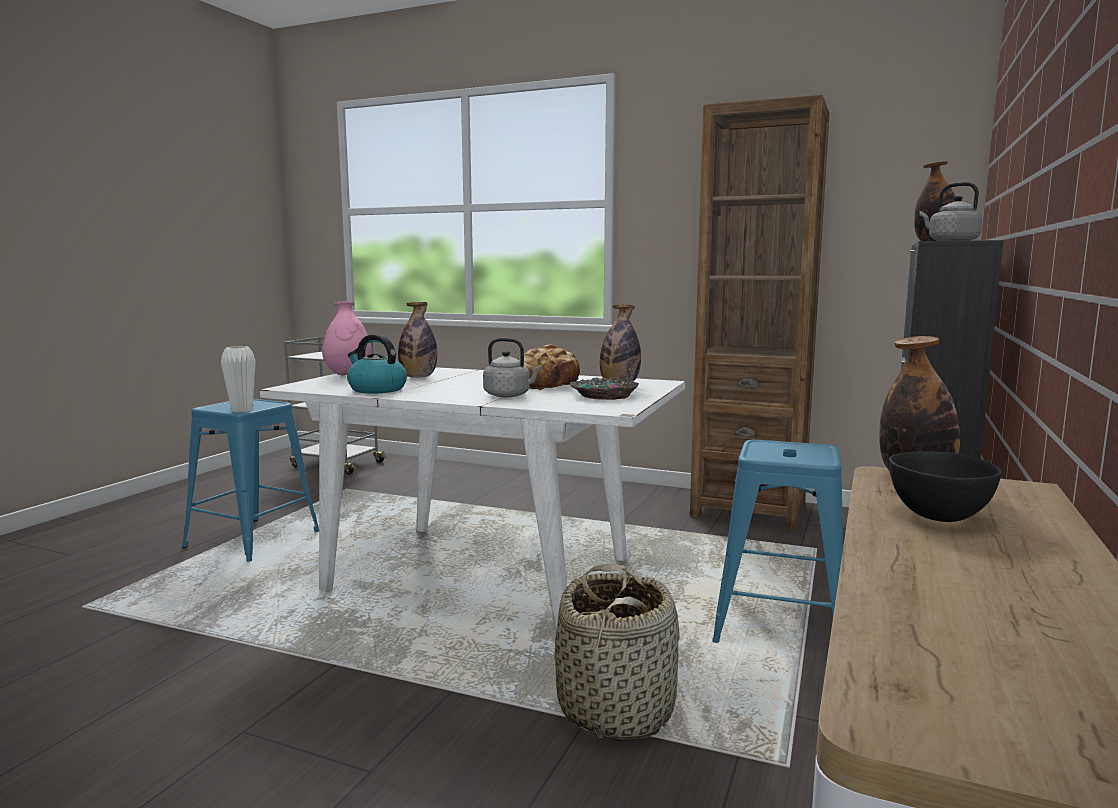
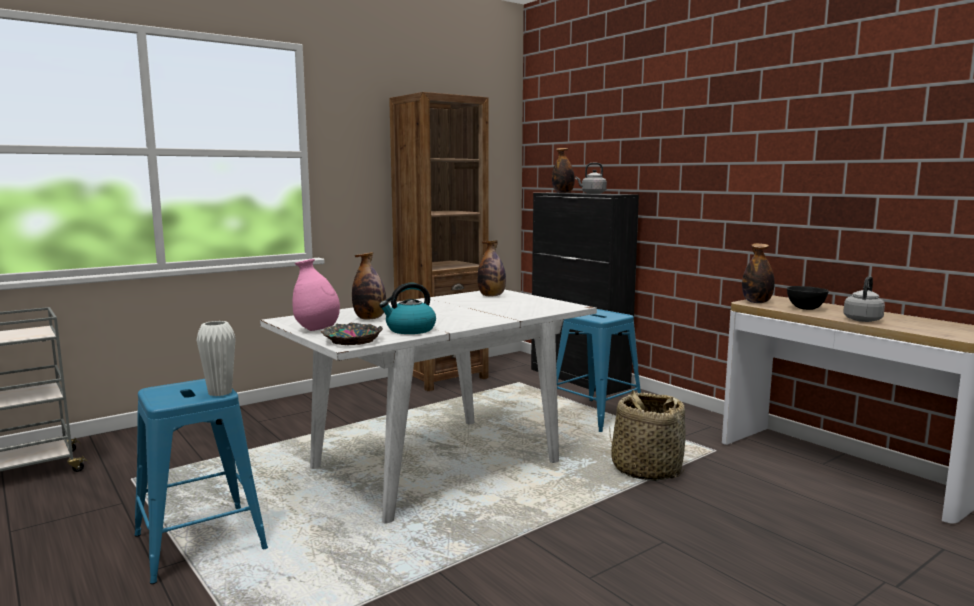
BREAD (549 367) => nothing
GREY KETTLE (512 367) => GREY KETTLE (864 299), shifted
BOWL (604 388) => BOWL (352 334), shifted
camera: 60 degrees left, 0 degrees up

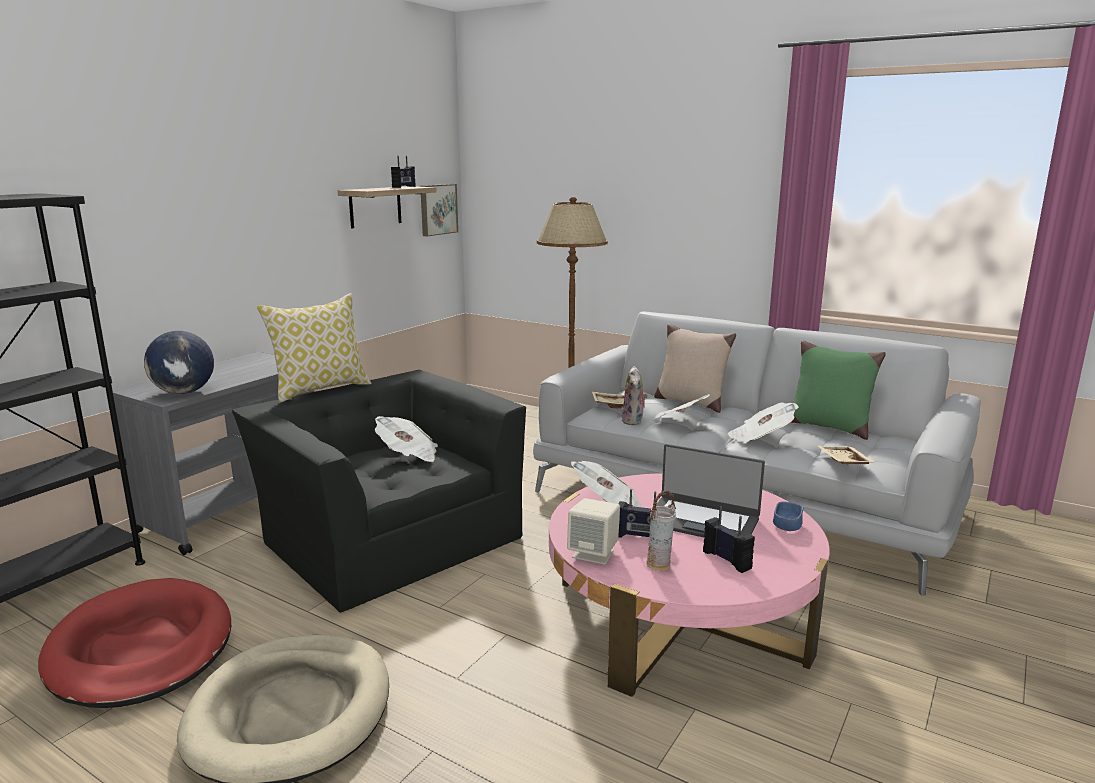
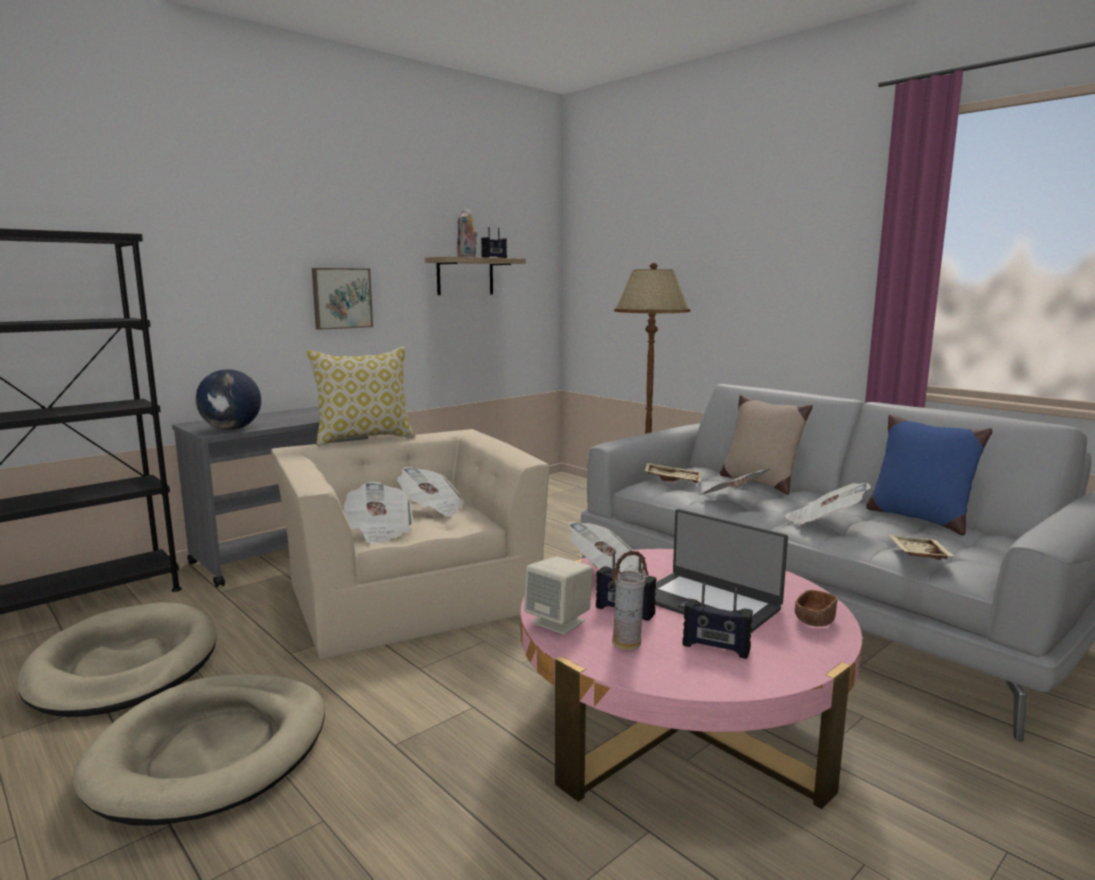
nothing => NEWSPAPER (378 513)
PICTURE (439 210) => PICTURE (342 299), shifted
PLUSH TOY (634 395) => PLUSH TOY (467 233), shifted
RED DOG BED (134 643) => BEIGE DOG BED (117 659)
BLACK ARMCHAIR (379 491) => BEIGE ARMCHAIR (410 544)
BLUE BOWL (788 516) => BROWN BOWL (816 608)
GREEN PILLOW (838 390) => BLUE PILLOW (929 475)
RADIO (729 539) => RADIO (718 621), 135 degrees clockwise
camera: 15 degrees right, 5 degrees down

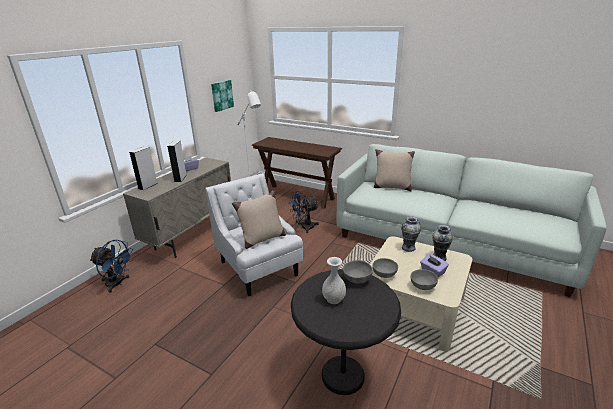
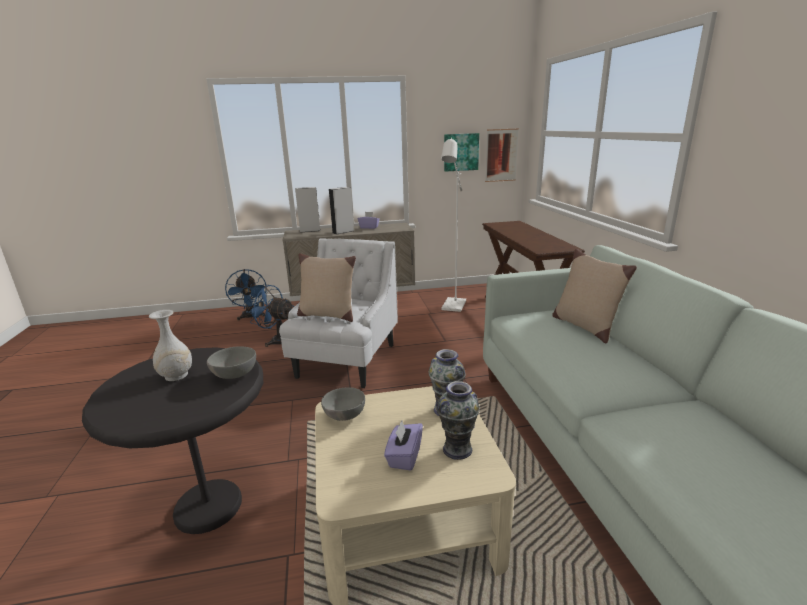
GREY BOWL (424 279) => nothing
nothing => PICTURE (502 155)
BLUE FAN (304 212) => BLUE FAN (270 315), shifted
camera: 50 degrees right, 5 degrees down

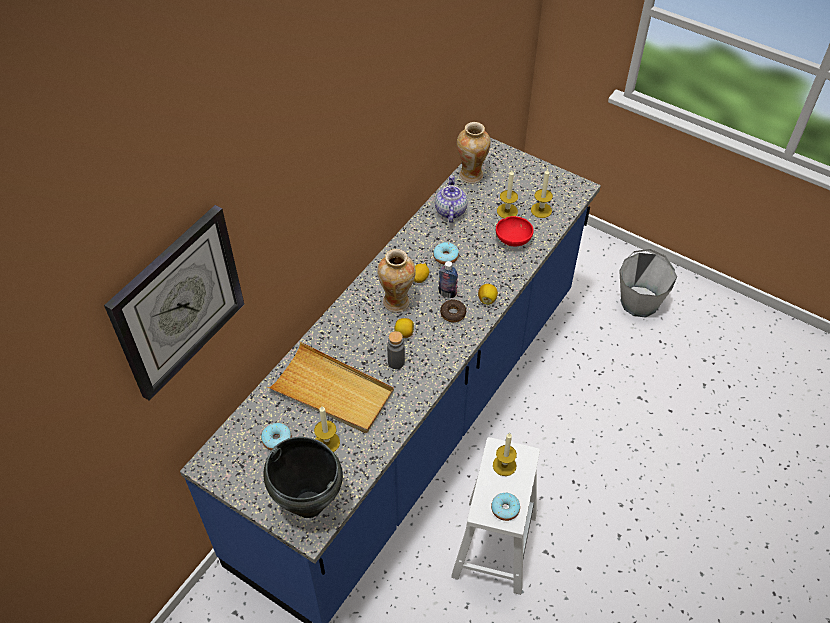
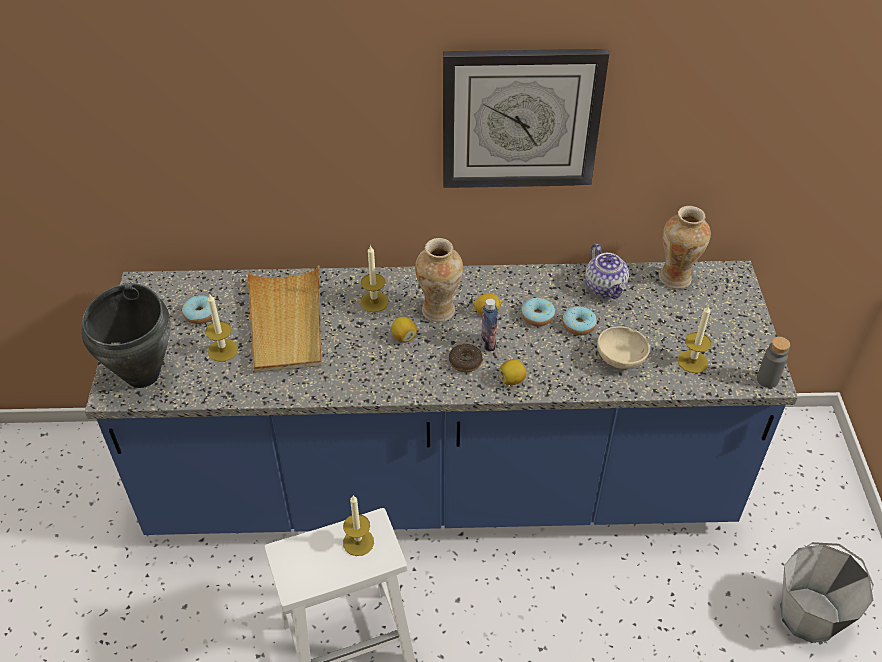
WALL CLOCK (174 303) => WALL CLOCK (526 118), shifted
GREY BOTTLE (396 350) => GREY BOTTLE (773 362), shifted
DONUT (505 507) => DONUT (579 320), shifted
CANDLE (507 194) => CANDLE (374 278), shifted
RED BOWL (515 231) => BEIGE BOWL (623 347)
TEAPOT (451 199) => TEAPOT (607 271), 105 degrees clockwise
camera: 55 degrees right, 5 degrees down

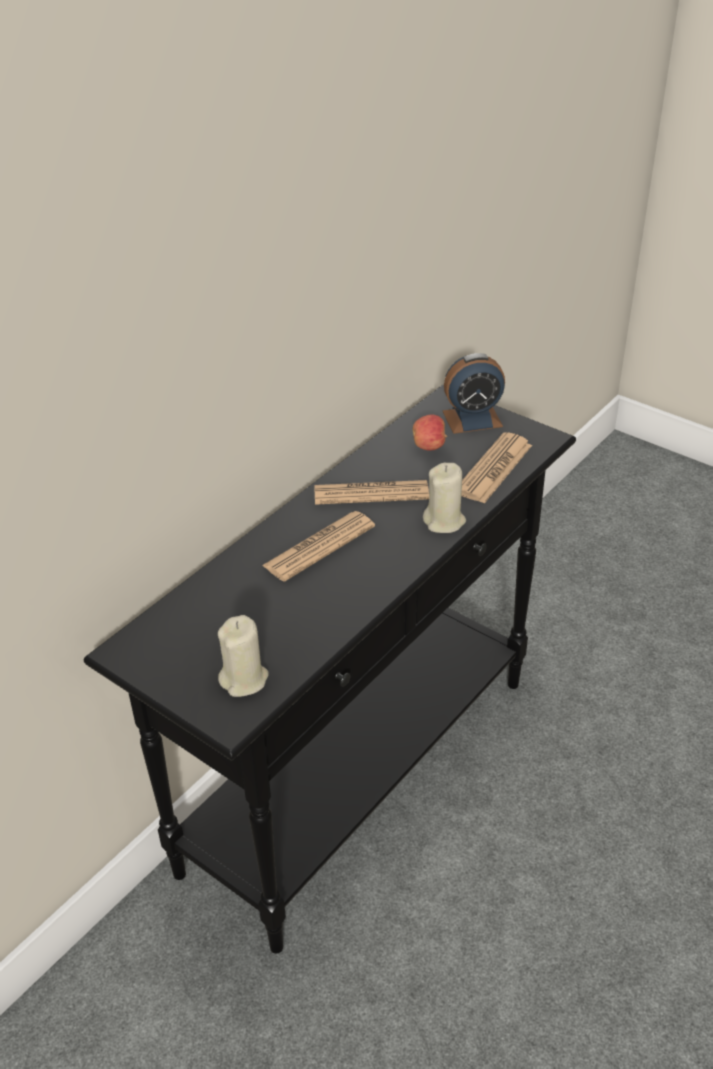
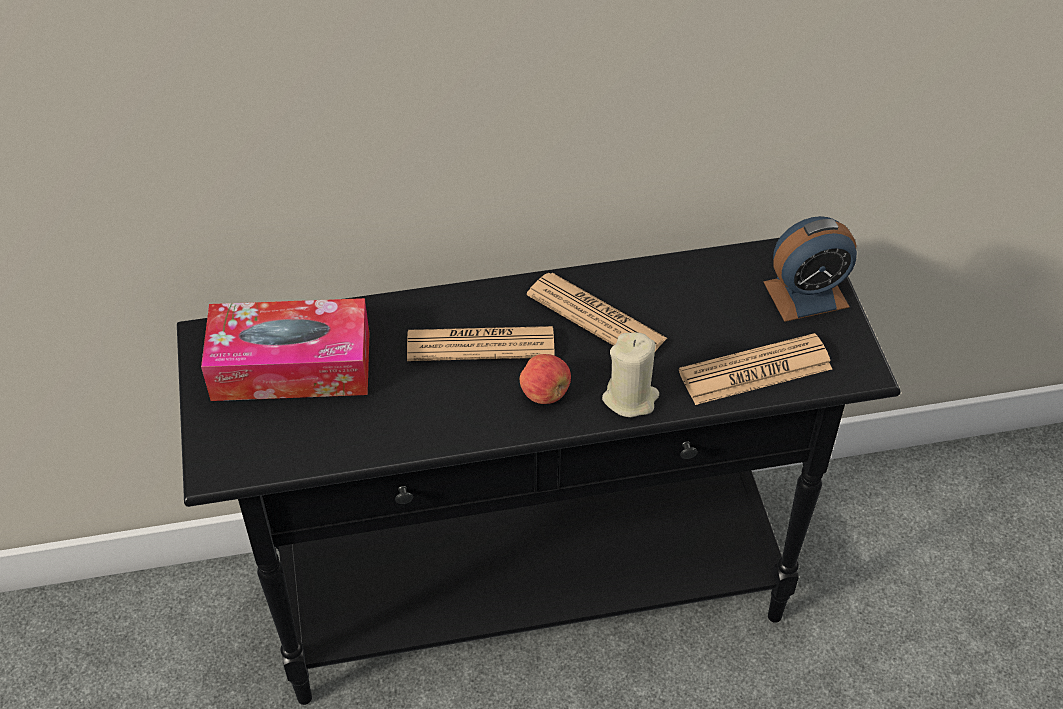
BEIGE CANDLE (243 656) => nothing
nothing => TISSUE BOX (285 349)
APPLE (430 433) => APPLE (545 379), shifted
ALARM CLOCK (474 393) => ALARM CLOCK (810 269), 45 degrees counterclockwise
camera: 40 degrees right, 10 degrees up

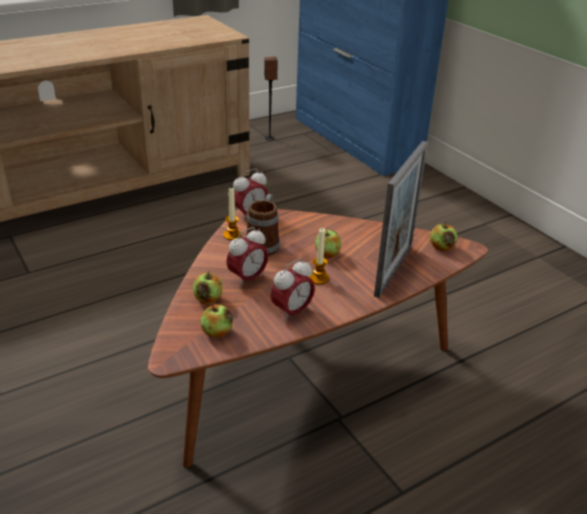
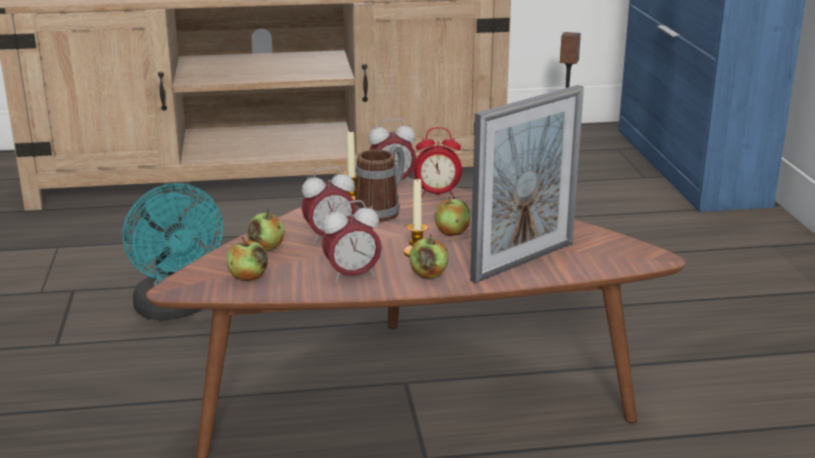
nothing => TURQUOISE FAN (172 251)
nothing => ALARM CLOCK (438 163)
APPLE (443 236) => APPLE (429 256), shifted
camera: 25 degrees right, 10 degrees down

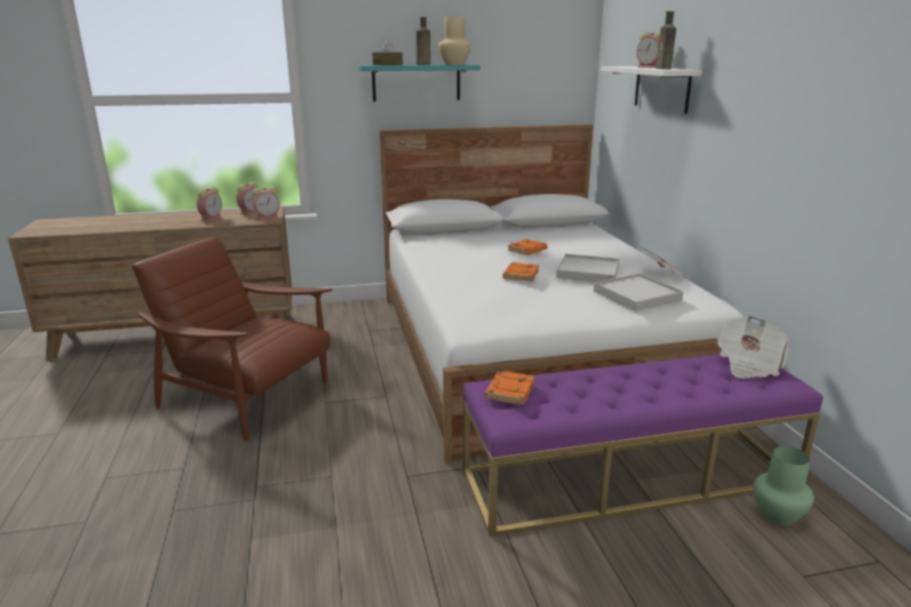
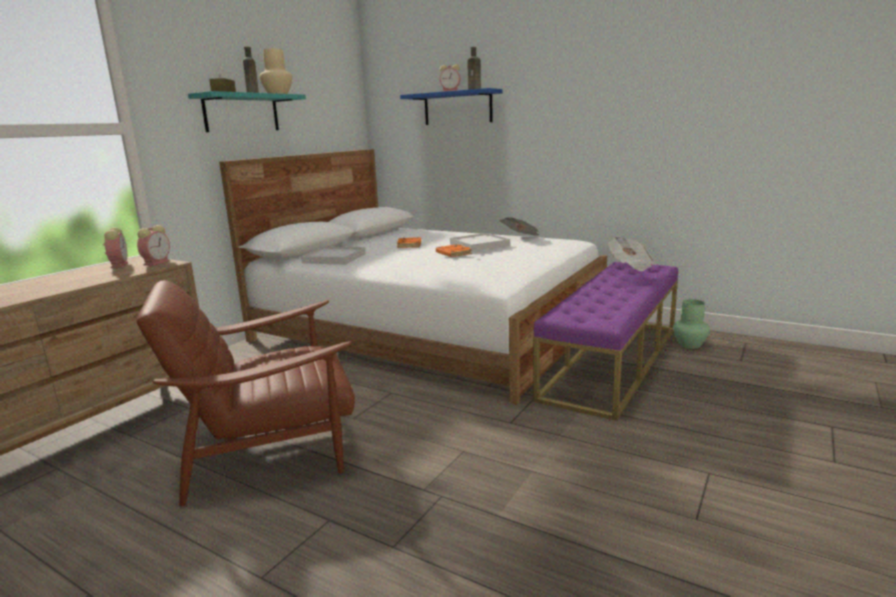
ALARM CLOCK (209 204) => nothing
ORANGE BOOK (510 388) => nothing
WHITE TRAY (638 292) => WHITE TRAY (333 255), shifted
WHITE SHELF (651 90) => BLUE SHELF (451 106)
camera: 45 degrees left, 5 degrees down

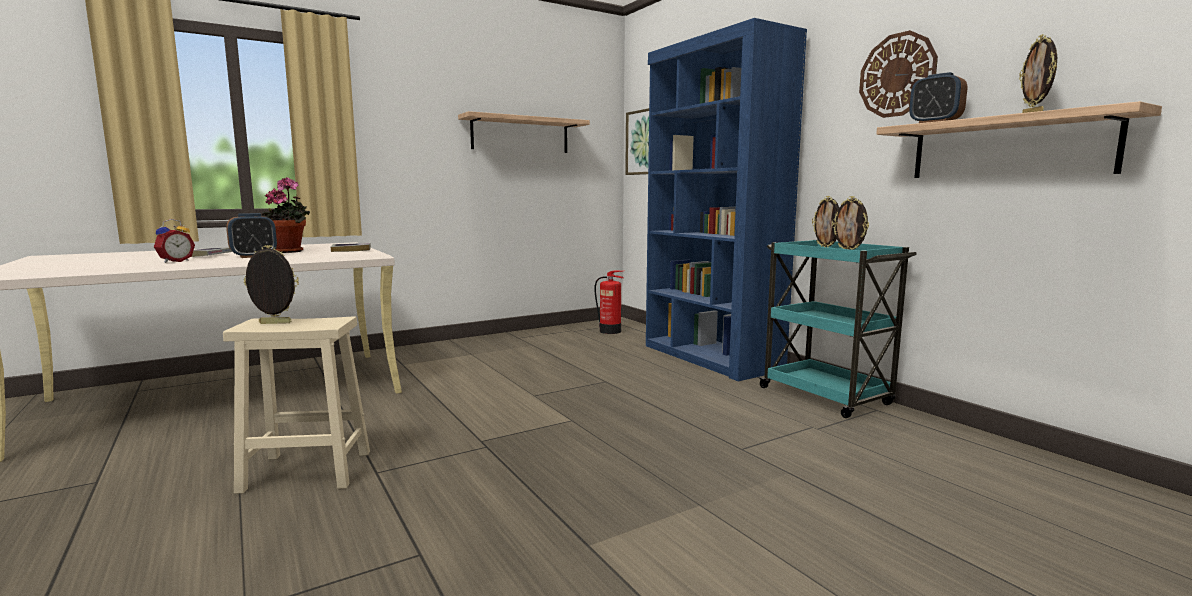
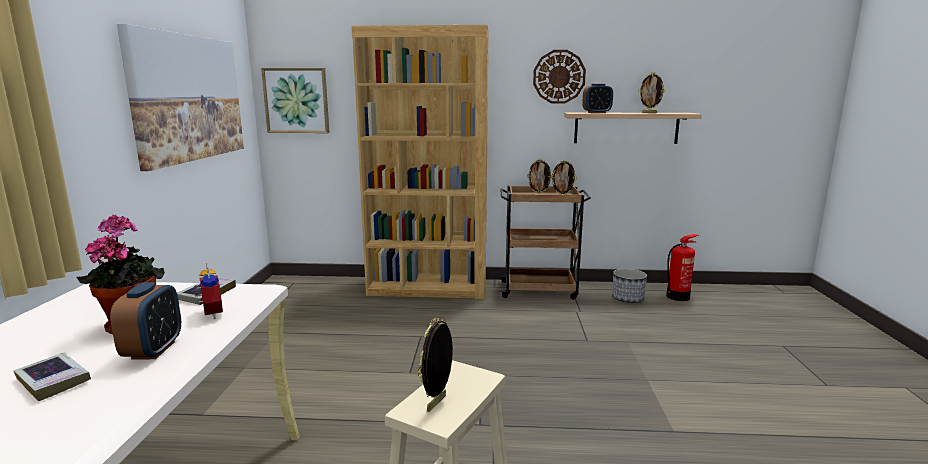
nothing => PLANTER (629 285)
ALARM CLOCK (174 241) => ALARM CLOCK (208 291), shifted
FIRE EXTINGUISHER (609 302) => FIRE EXTINGUISHER (682 267), shifted
SHELF (524 132) => PICTURE (180 97)
BLUE BOOKCASE (726 199) => BROWN BOOKCASE (420 162)
TURQUOISE CART (837 329) => BROWN CART (545 243)
camera: 55 degrees left, 5 degrees up

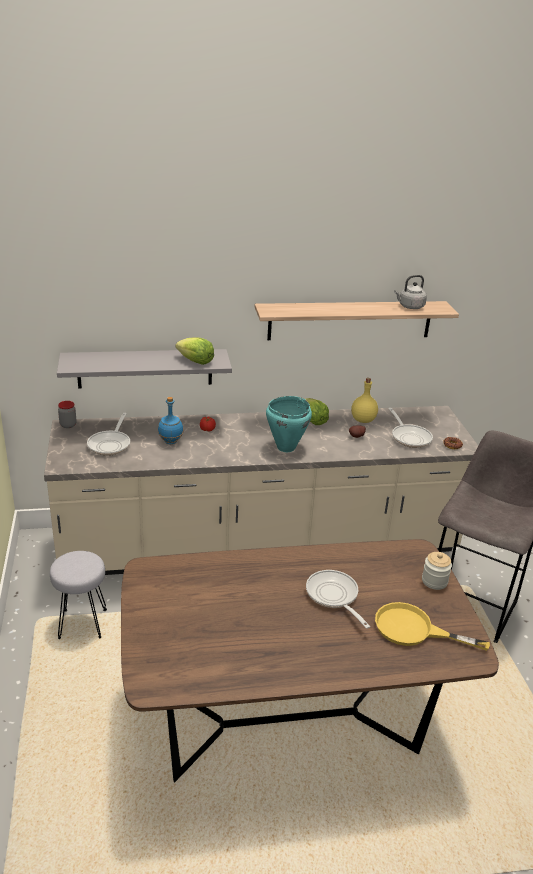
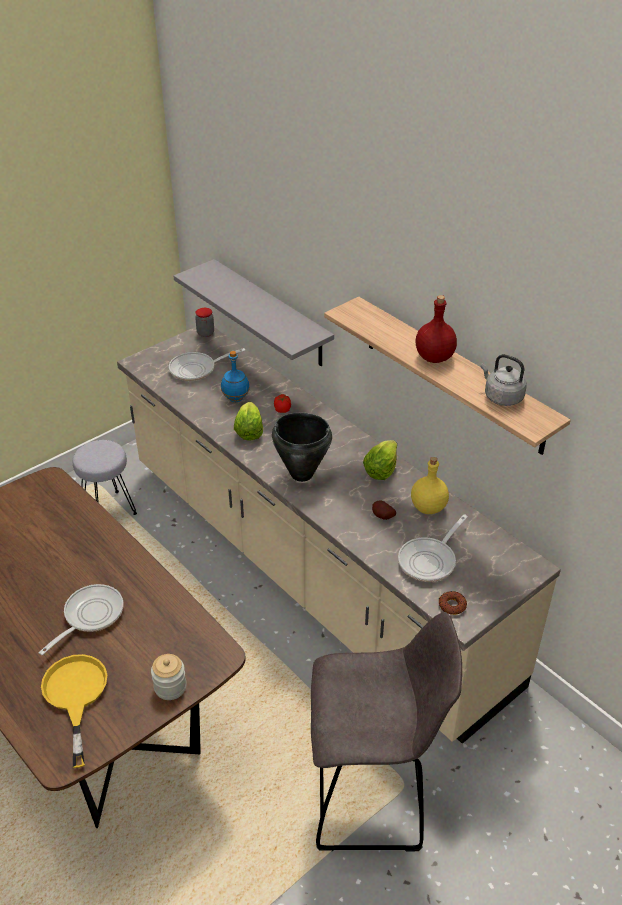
nothing => RED BOTTLE (436 329)
LETTUCE (194 351) => LETTUCE (248 421), shifted
TURQUOISE COOKING POT (289 424) => BLACK COOKING POT (302 447)
camera: 60 degrees right, 10 degrees up

